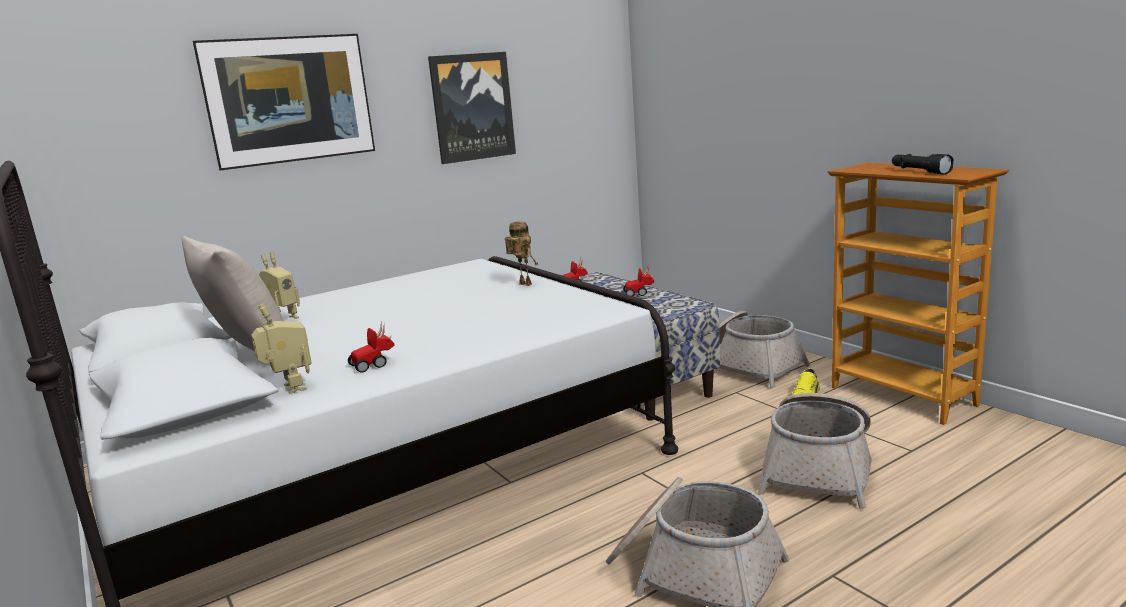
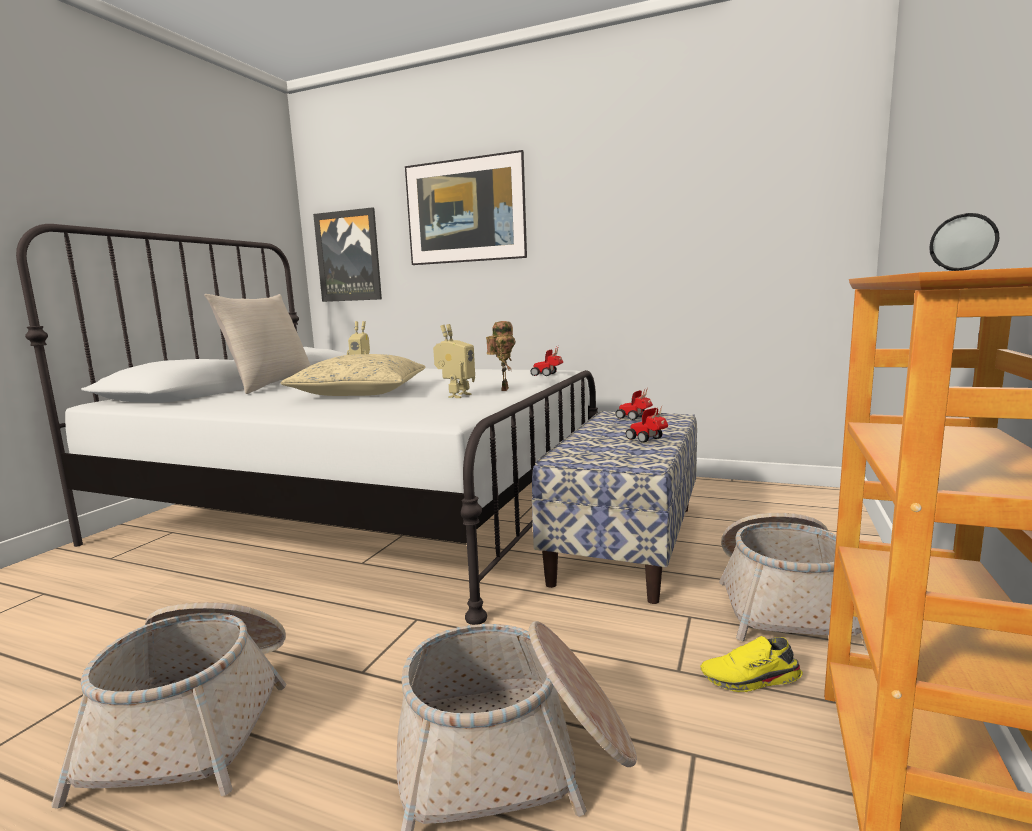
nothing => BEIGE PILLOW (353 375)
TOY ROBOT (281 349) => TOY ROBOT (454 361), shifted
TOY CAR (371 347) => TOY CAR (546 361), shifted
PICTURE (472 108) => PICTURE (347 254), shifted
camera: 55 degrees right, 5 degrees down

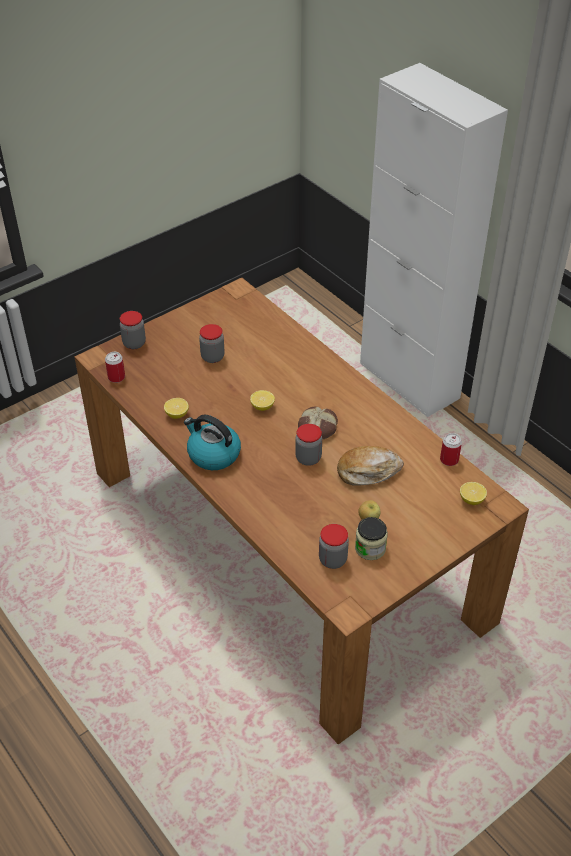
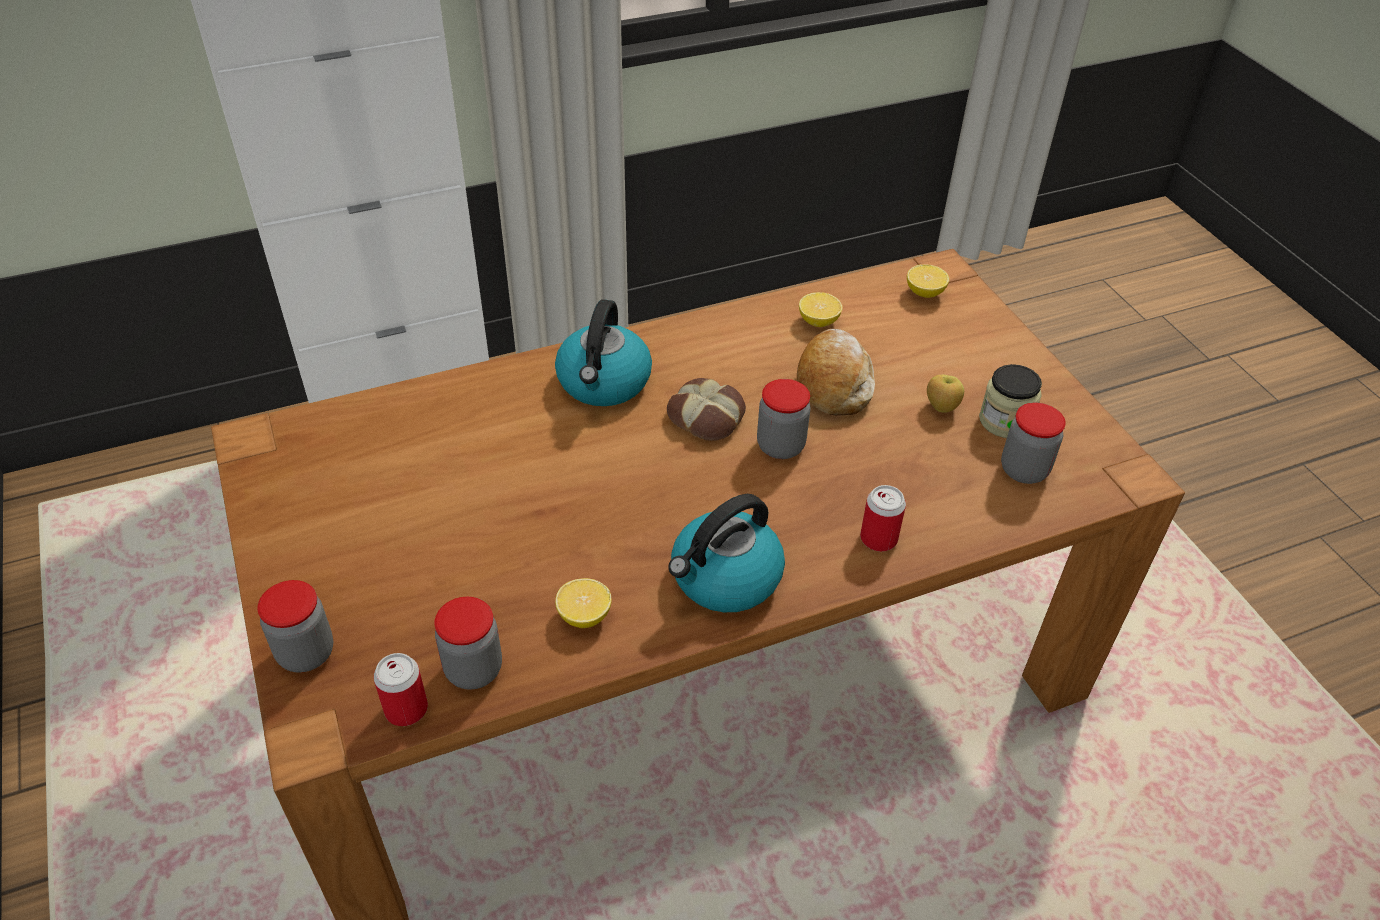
nothing => KETTLE (603 352)
JAR (211 343) => JAR (468 643), shifted
LEMON (262 400) => LEMON (821 309), shifted
CAN (451 449) => CAN (883 518), shifted
camera: 75 degrees left, 0 degrees up

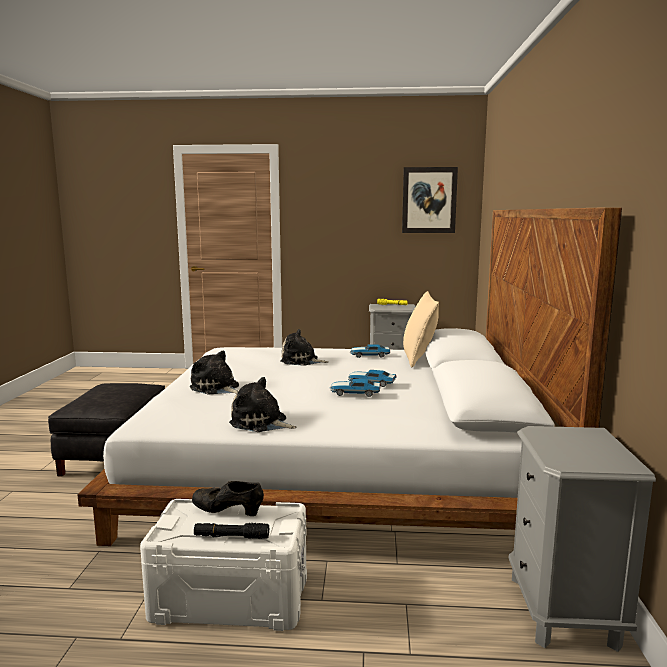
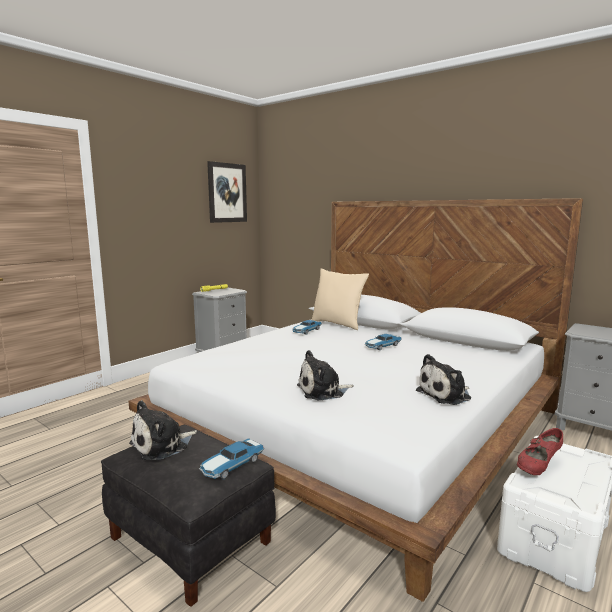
BLACK FLASHLIGHT (231 531) => nothing
PLUSH TOY (304 347) => PLUSH TOY (163 430), shifted
TOY CAR (355 388) => TOY CAR (231 458), shifted
BLACK SHOE (228 498) => RED SHOE (540 451)
camera: 55 degrees left, 0 degrees up

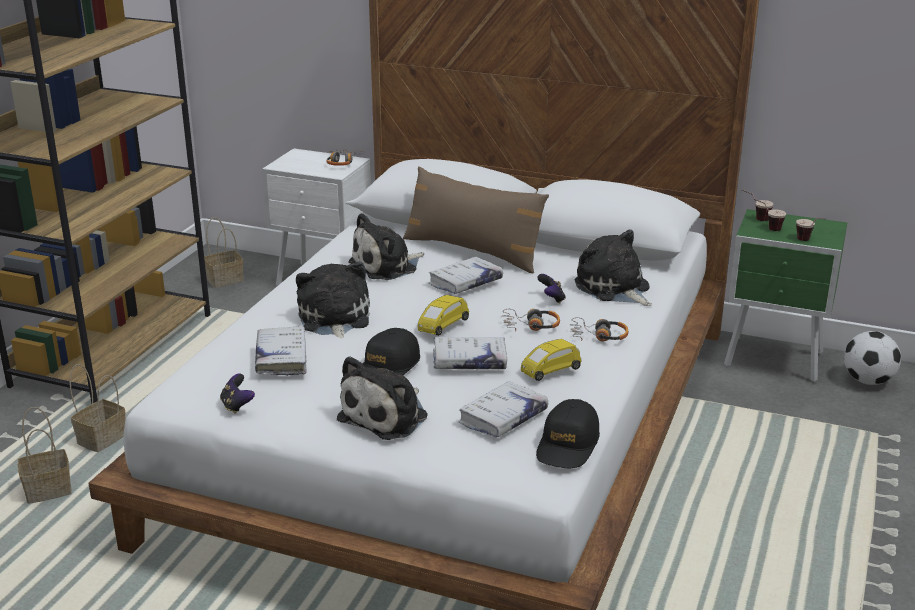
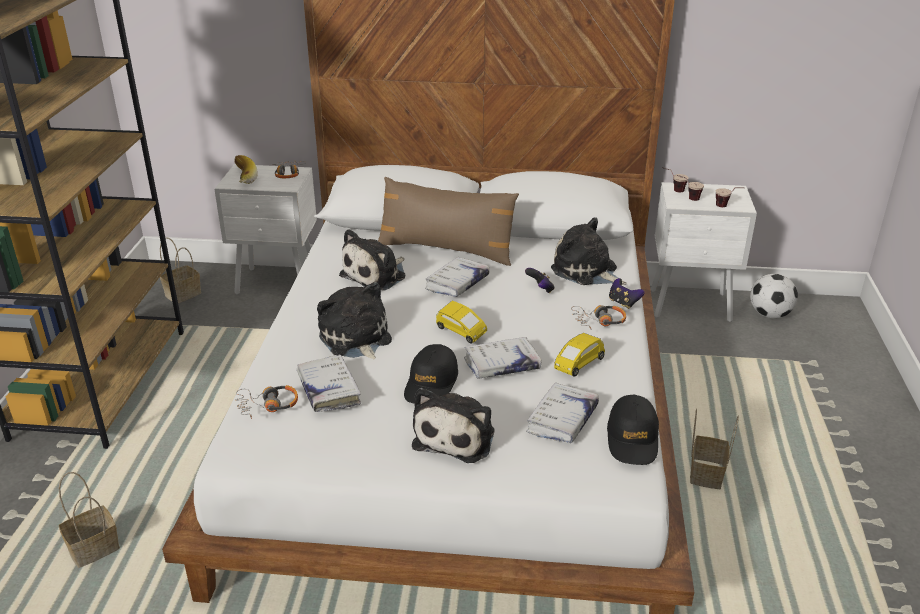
nothing => BANANA (246 169)
BASKET (97 408) => BASKET (714 448), shifted
GAME CONTROLLER (237 393) => GAME CONTROLLER (627 293), shifted
HEADPHONES (531 320) => HEADPHONES (266 402), shifted
GREEN NIGHTSTAND (785 295) => WHITE NIGHTSTAND (703 252)
YELLOW TOY CAR (443 315) => YELLOW TOY CAR (461 322), 75 degrees counterclockwise
camera: 15 degrees left, 5 degrees up

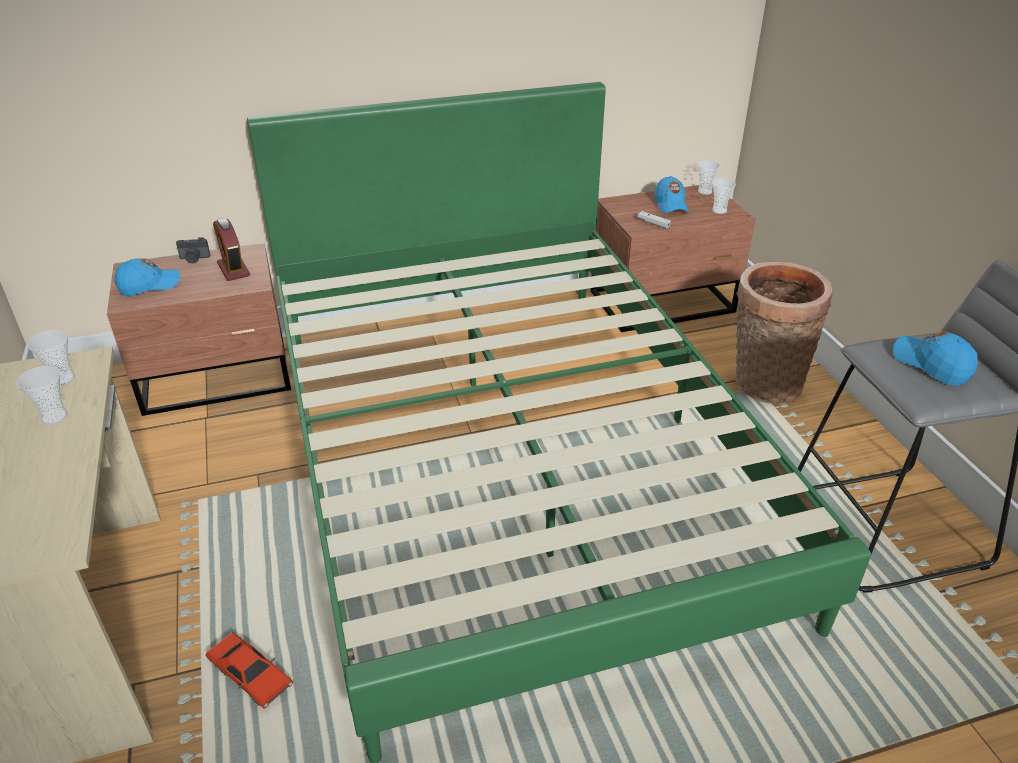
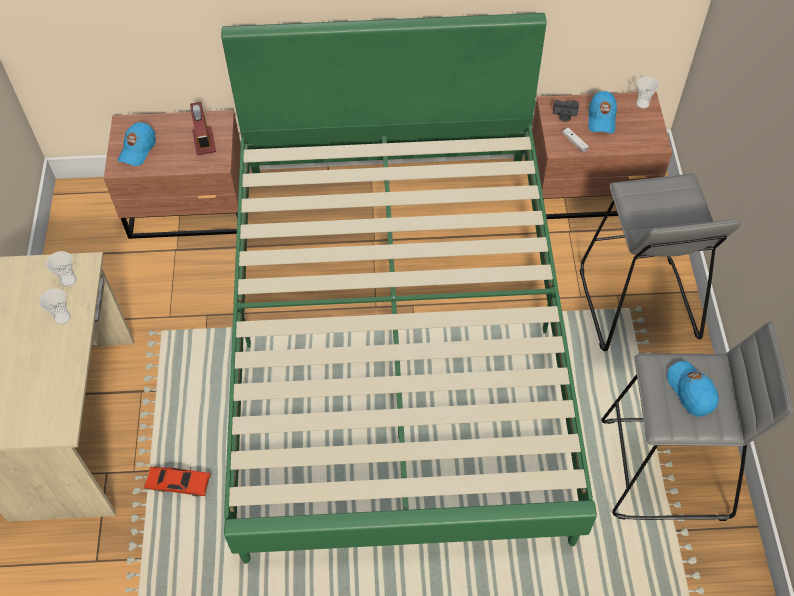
CUP (724 196) => nothing
PHOTO CAMERA (193 250) => PHOTO CAMERA (566 111), shifted
BASKET (783 333) => GREY STOOL (661 262)
BLUE CAP (147 277) => BLUE CAP (137 144), 120 degrees clockwise
RED TOY CAR (249 671) => RED TOY CAR (177 482), 45 degrees counterclockwise
camera: 15 degrees right, 20 degrees up

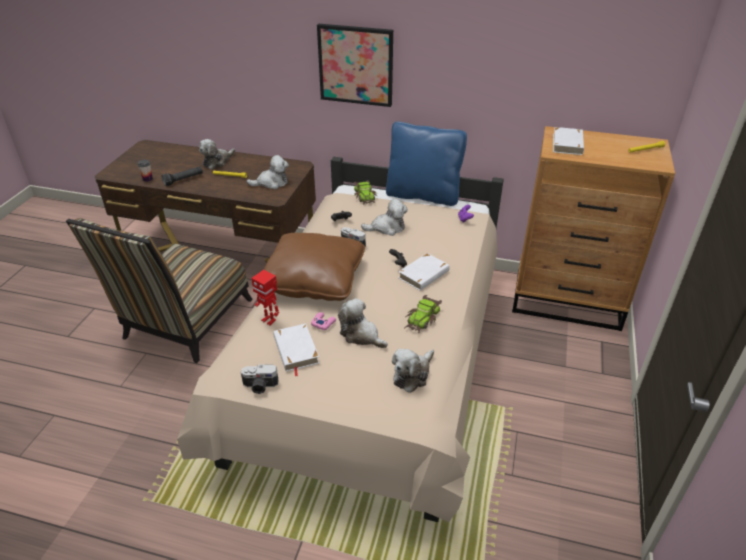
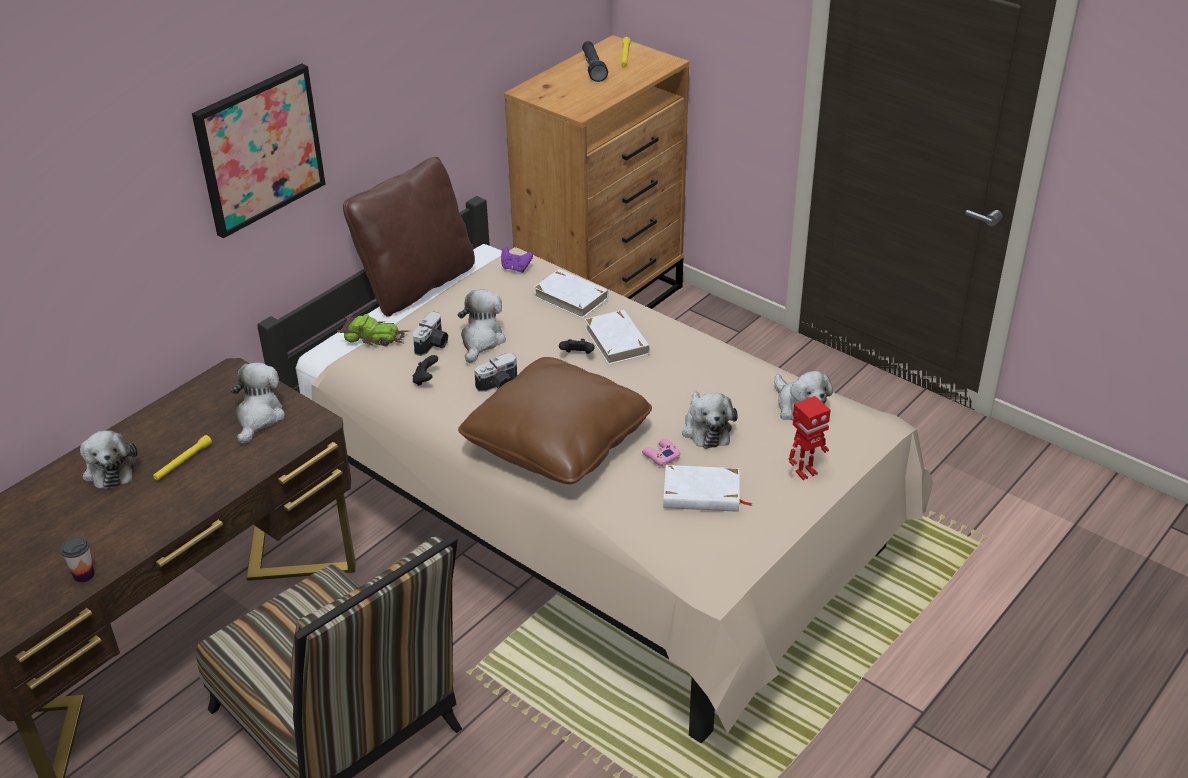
TOY CAR (423 314) => nothing
BLACK FLASHLIGHT (182 176) => BLACK FLASHLIGHT (595 61), shifted
PHOTO CAMERA (260 379) => PHOTO CAMERA (430 334), shifted
TOY ROBOT (265 298) => TOY ROBOT (810 438), shifted
WHITE BOOK (568 141) => WHITE BOOK (571 294), shifted
BLUE PILLOW (426 164) => BROWN PILLOW (409 237)
PLUSH TOY (363 323) => PLUSH TOY (710 420), 75 degrees counterclockwise
camera: 65 degrees left, 0 degrees up

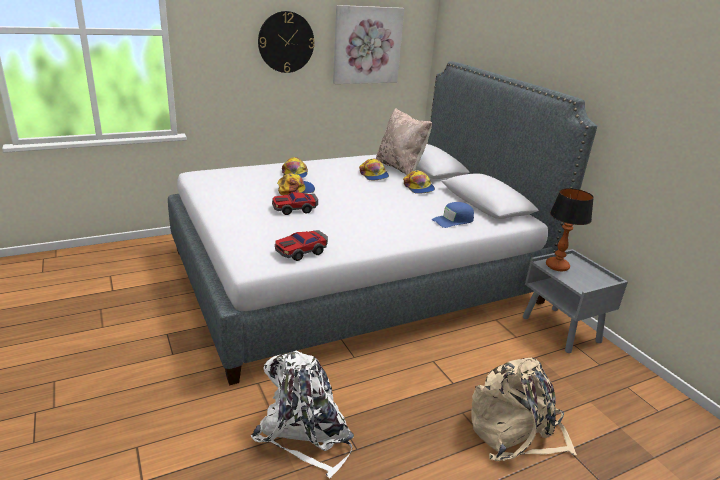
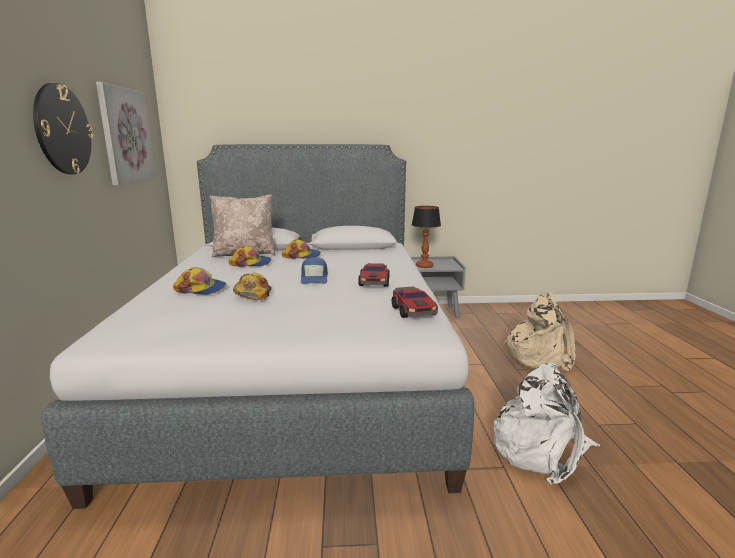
TOY CAR (295 203) => TOY CAR (373 275), shifted
BLUE CAP (453 215) => BLUE CAP (314 270), shifted
camera: 65 degrees left, 10 degrees down

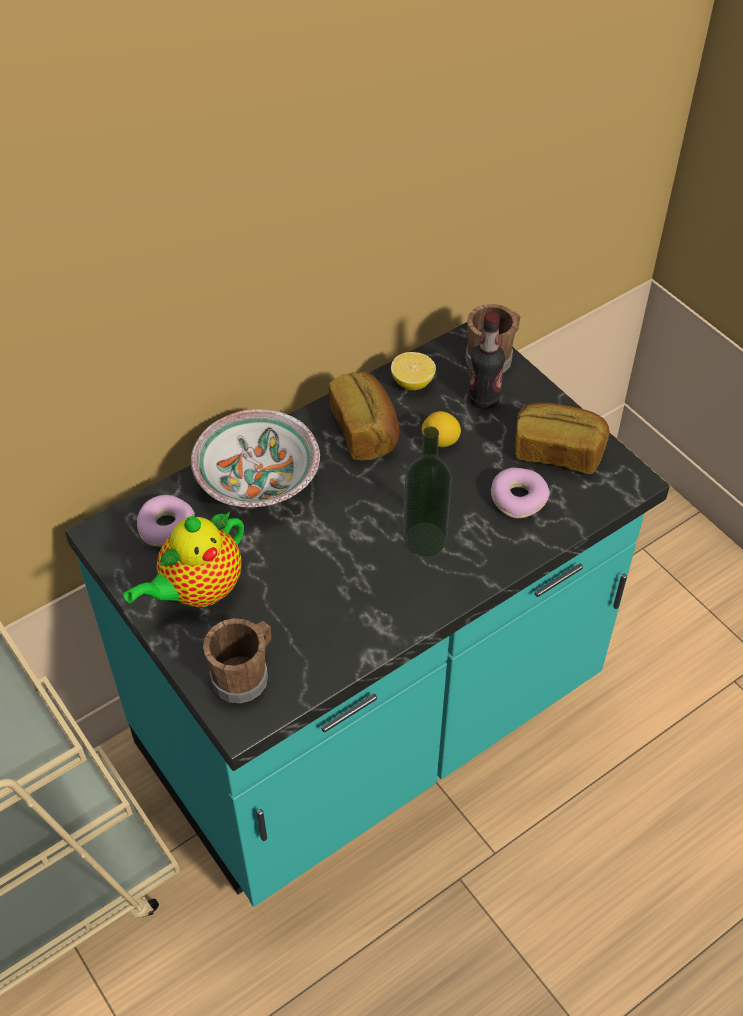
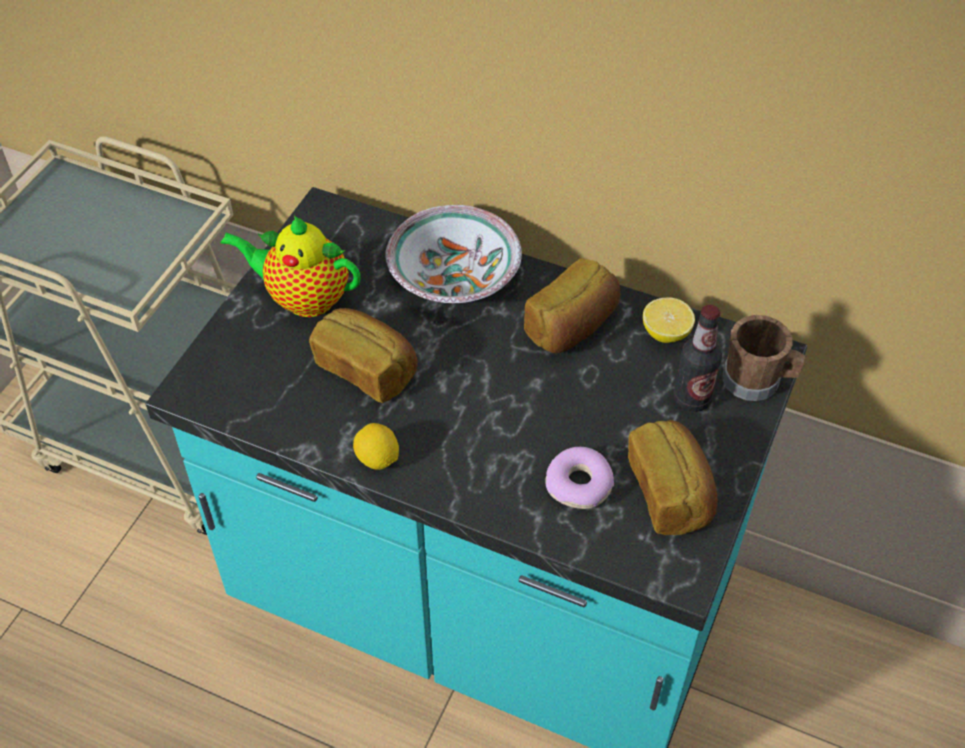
DONUT (165 521) => nothing
BROWN MUG (237 660) => nothing
BOTTLE (427 491) => nothing
nothing => BREAD (363 355)
LEMON (441 429) => LEMON (376 446), shifted
camera: 60 degrees right, 0 degrees up

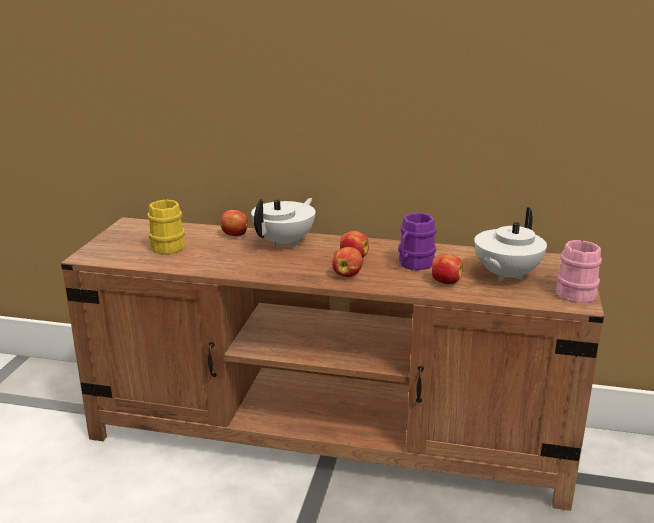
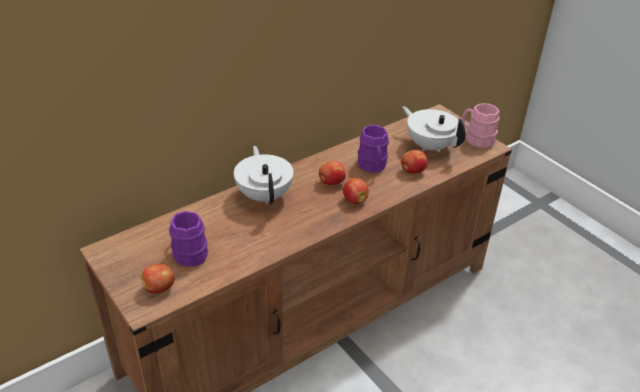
APPLE (234 223) => APPLE (158 279), shifted
YELLOW MUG (166 227) => PURPLE MUG (188 239)
WHITE TEAPOT (510 244) => WHITE TEAPOT (434 129), 150 degrees clockwise
camera: 50 degrees left, 15 degrees up

